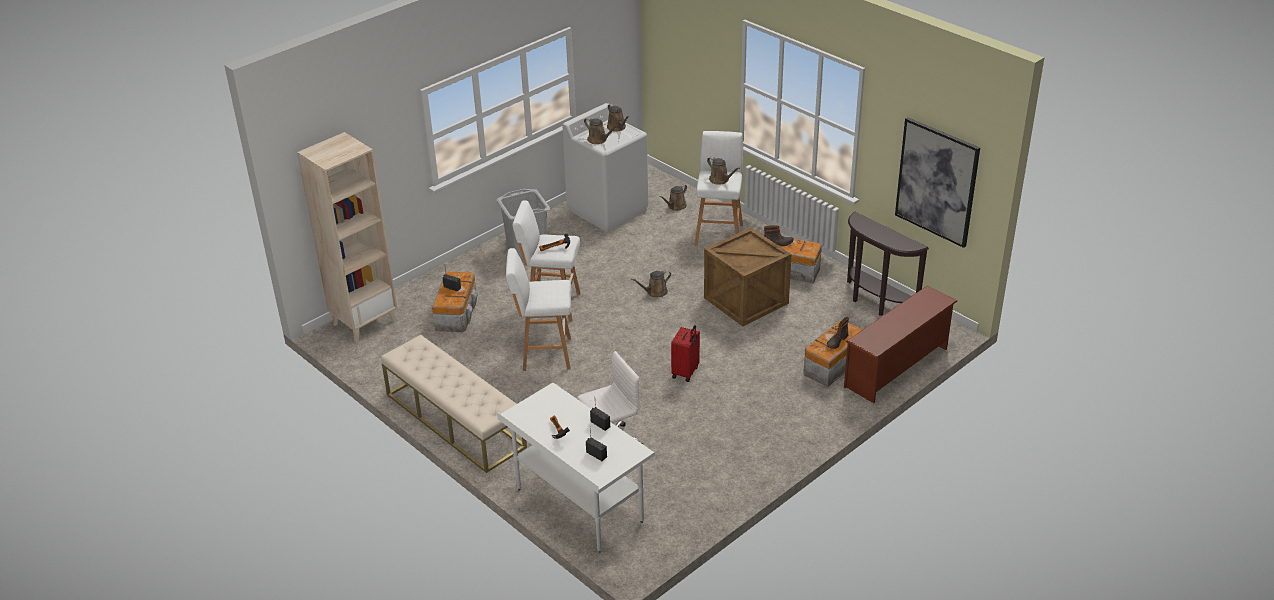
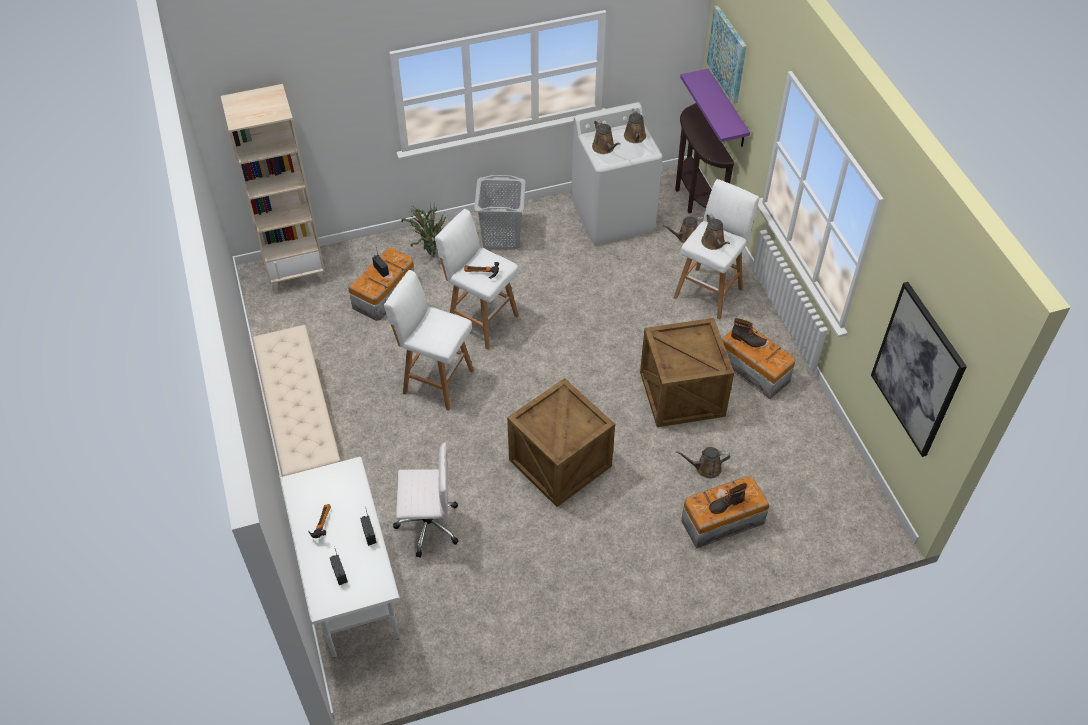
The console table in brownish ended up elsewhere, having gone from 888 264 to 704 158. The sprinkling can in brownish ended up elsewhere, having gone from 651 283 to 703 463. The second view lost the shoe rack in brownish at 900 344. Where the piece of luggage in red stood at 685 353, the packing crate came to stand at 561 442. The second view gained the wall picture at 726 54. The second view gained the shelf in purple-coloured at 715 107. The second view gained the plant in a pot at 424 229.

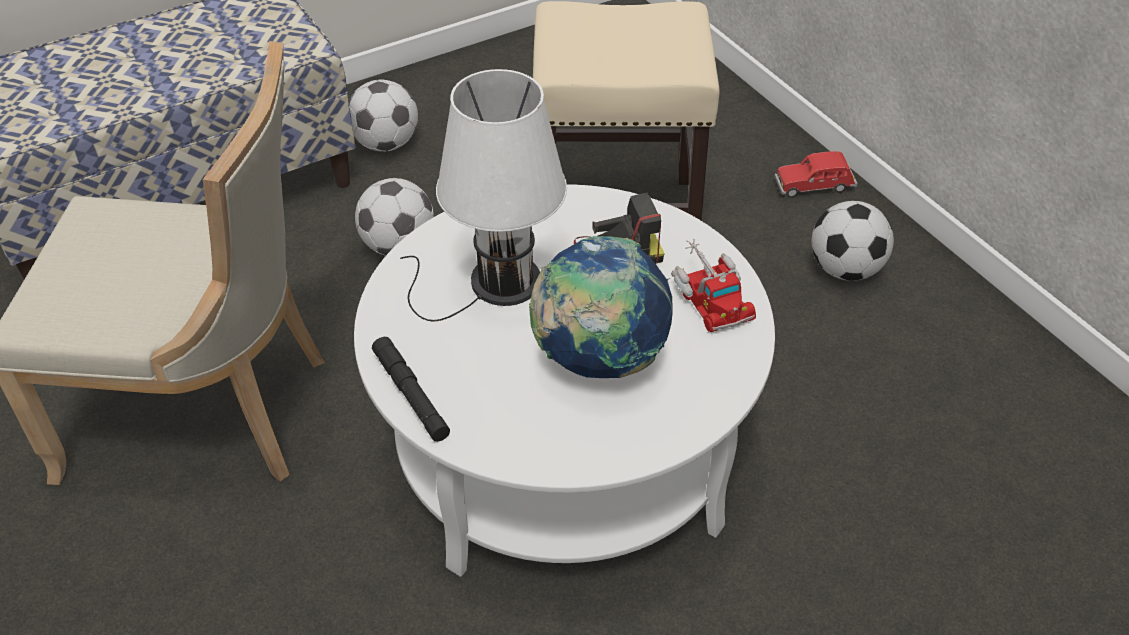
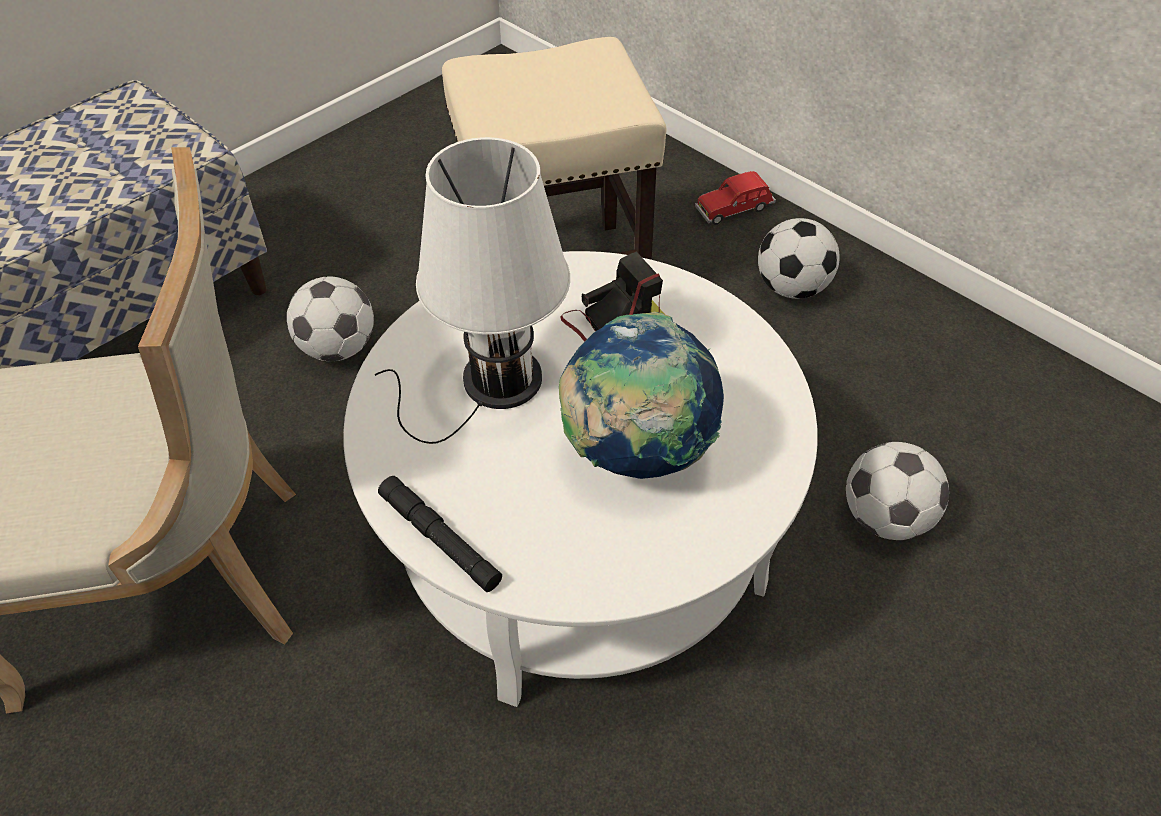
The football ball ended up elsewhere, having gone from 383 116 to 897 491. The second view lost the toy truck at 713 285.

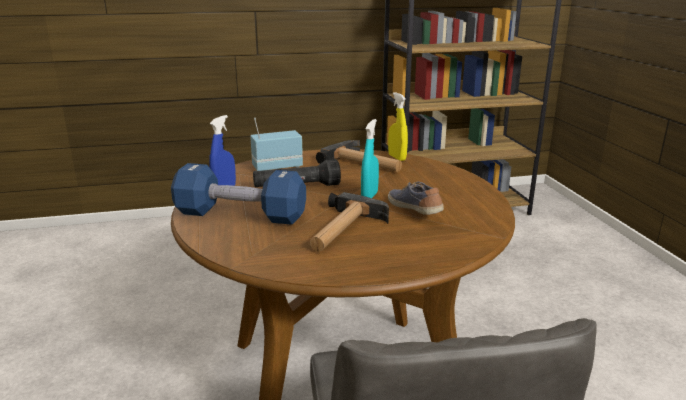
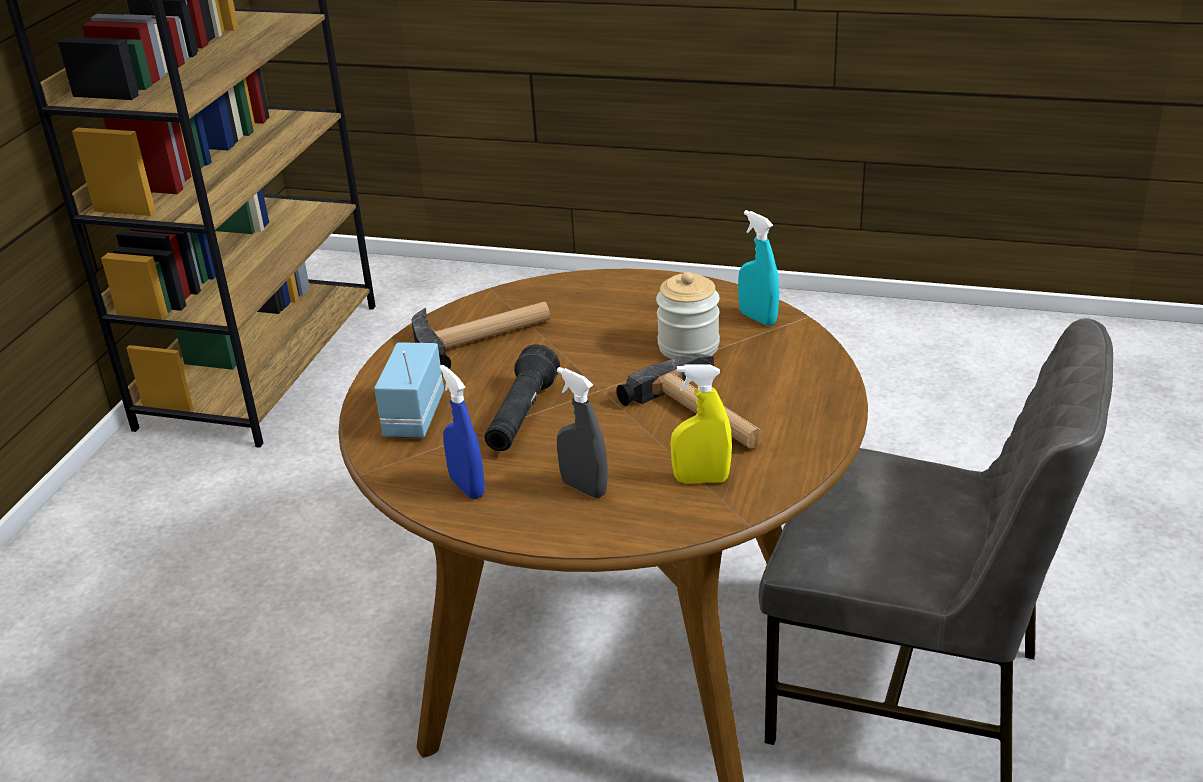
The sprayer in yellow-coloured ended up elsewhere, having gone from 398 126 to 701 423. The sprayer in blue-green ended up elsewhere, having gone from 370 158 to 758 268. Where the hand weight in blue stood at 238 194, the sprayer in gray came to stand at 582 432. Where the low shoe stood at 416 198, the preserve jar came to stand at 688 315.

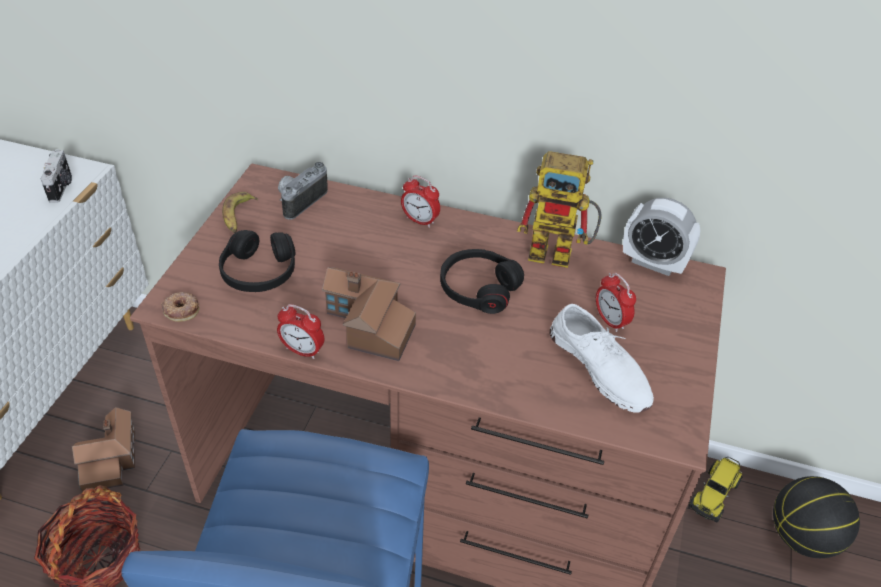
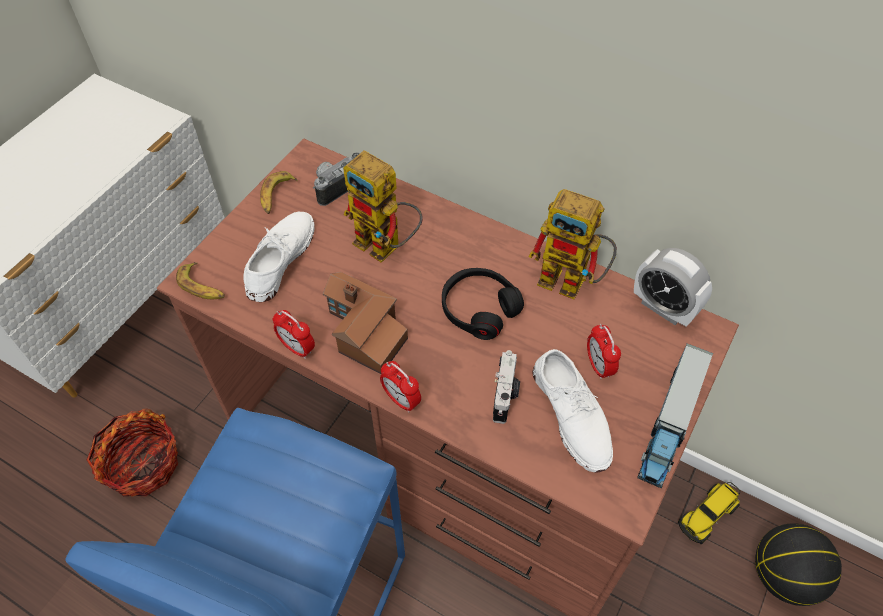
The still camera ended up elsewhere, having gone from 56 176 to 506 387. The table clock ended up elsewhere, having gone from 420 202 to 400 386. Where the headphones in black stood at 257 261, the low shoe in white-coloured came to stand at 279 257. Where the donut stood at 180 307, the whole banana came to stand at 200 280. The second view lost the miniature house at 103 449. The second view gained the robot figure at 383 206. The second view gained the toy truck at 675 416.

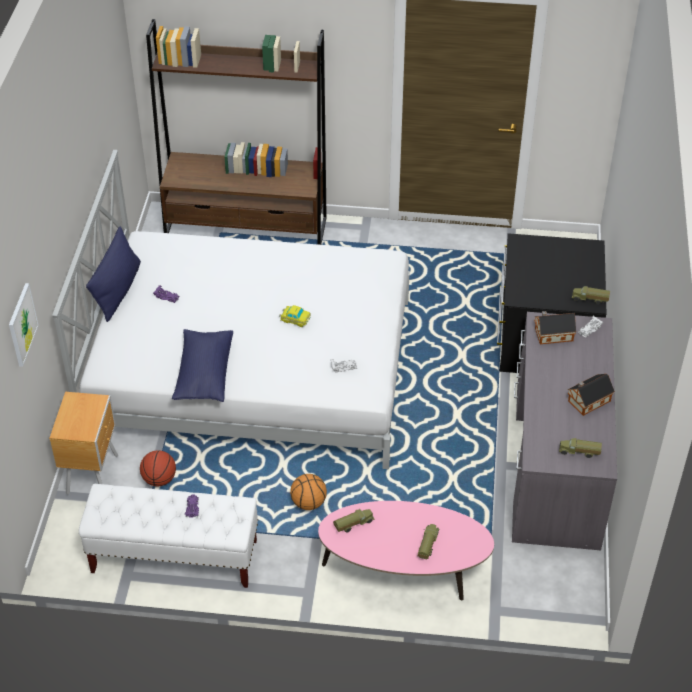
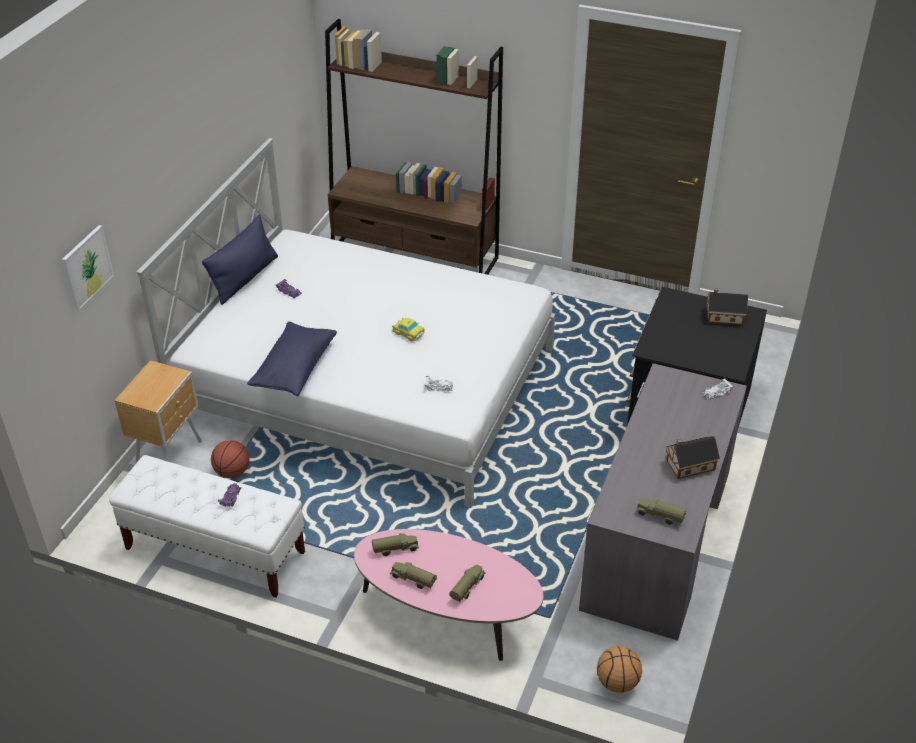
The toy truck ended up elsewhere, having gone from 591 295 to 413 575. The miniature house ended up elsewhere, having gone from 555 327 to 727 306. The basketball ended up elsewhere, having gone from 308 492 to 619 669.

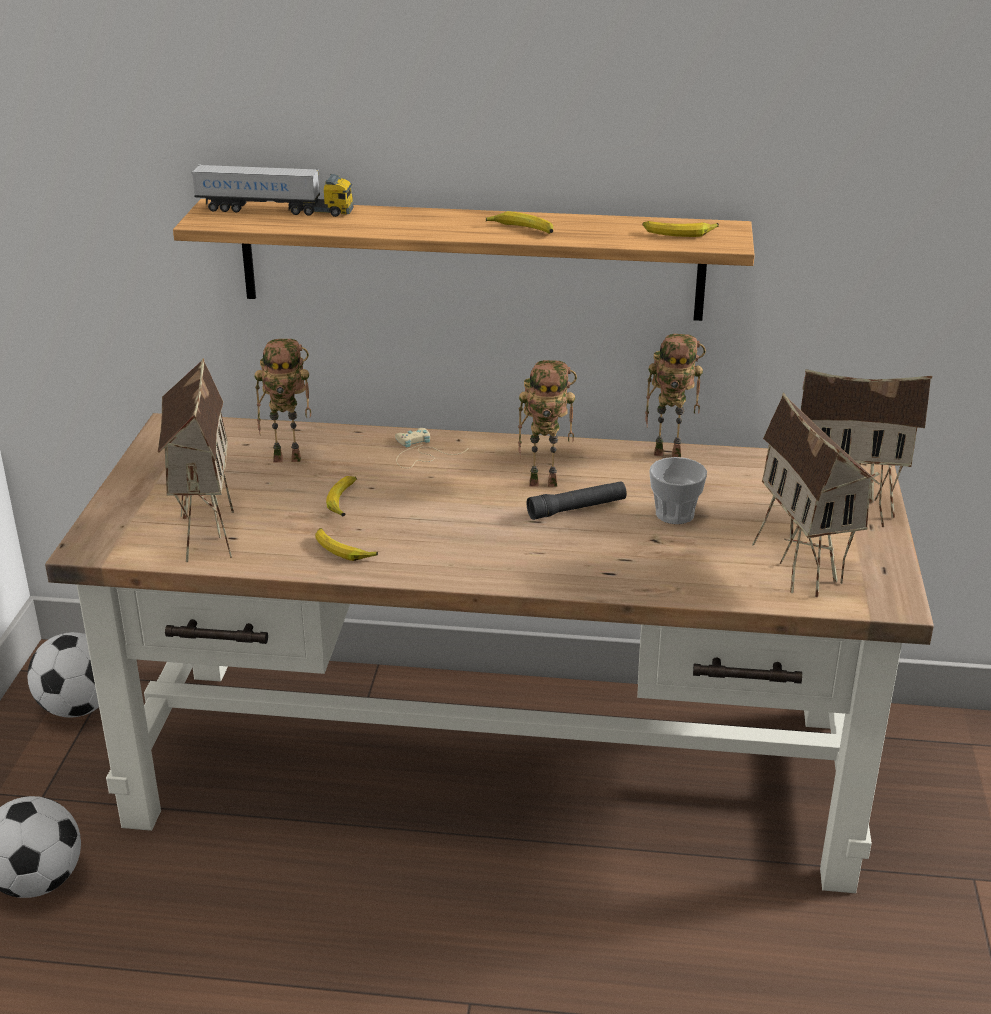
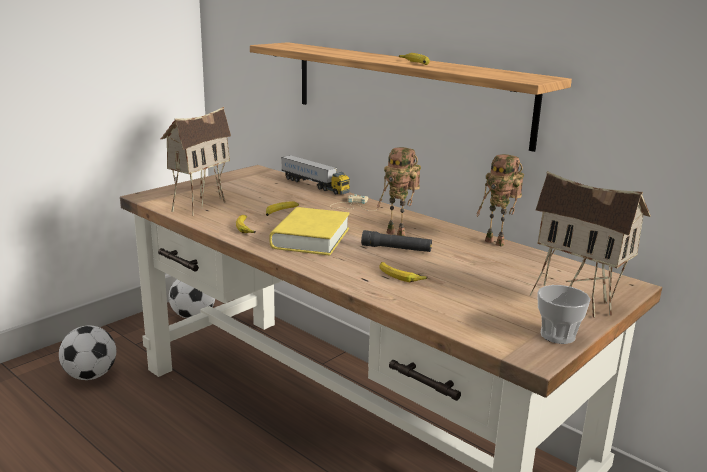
The toy truck ended up elsewhere, having gone from 272 190 to 315 174. The whole banana ended up elsewhere, having gone from 681 229 to 403 272. The second view lost the robot figure at 283 401. The second view lost the miniature house at 816 495. The cup ended up elsewhere, having gone from 678 490 to 563 314. The second view gained the volume in yellow-coloured at 309 231.

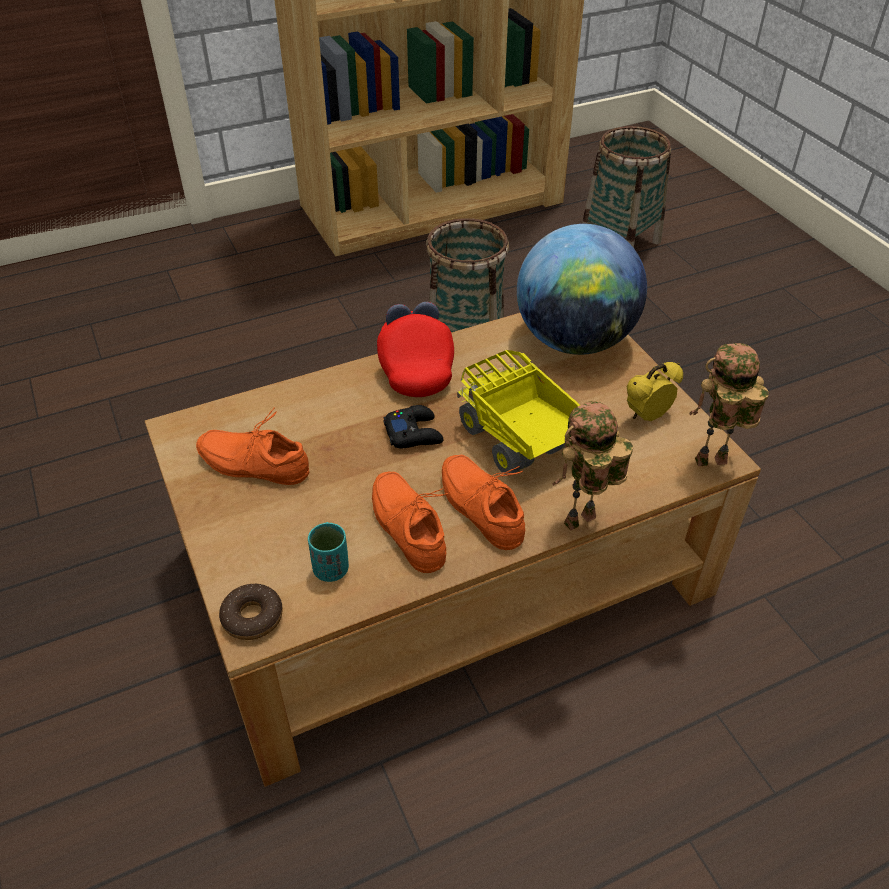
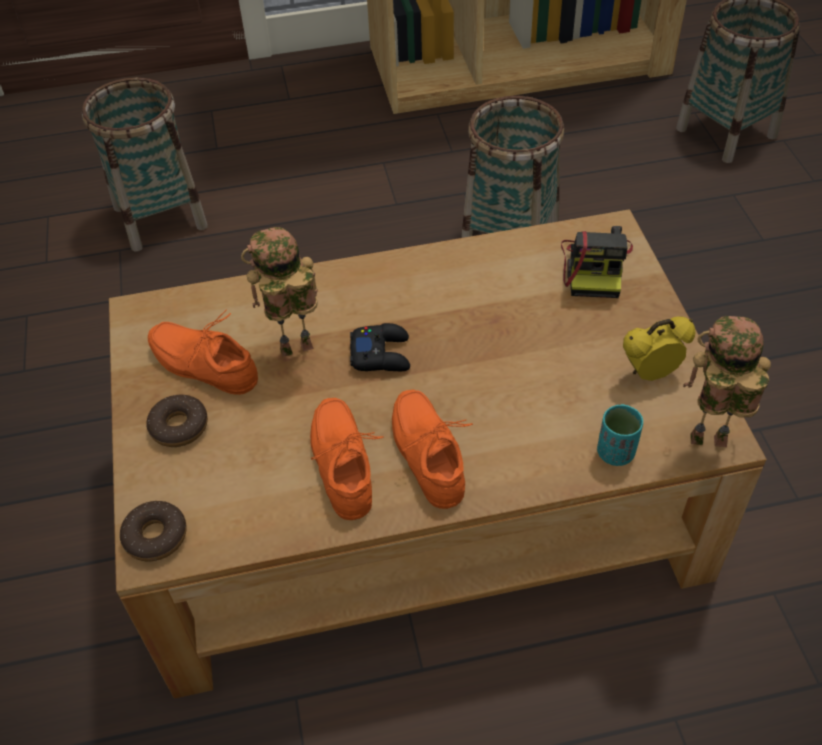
Where the world globe stood at 582 289, the still camera came to stand at 597 262. The second view lost the baseball cap in red at 415 349. The second view lost the toy truck at 518 413. The robot figure ended up elsewhere, having gone from 592 466 to 279 292. The cup in blue-green ended up elsewhere, having gone from 328 552 to 620 435. The second view gained the storage basket at 145 164. The second view gained the donut at 177 421.

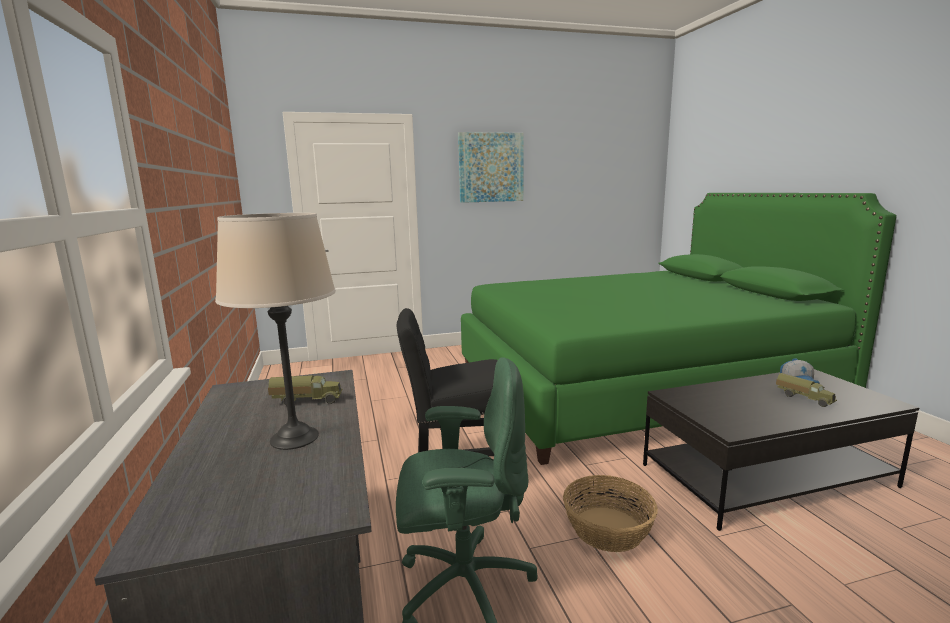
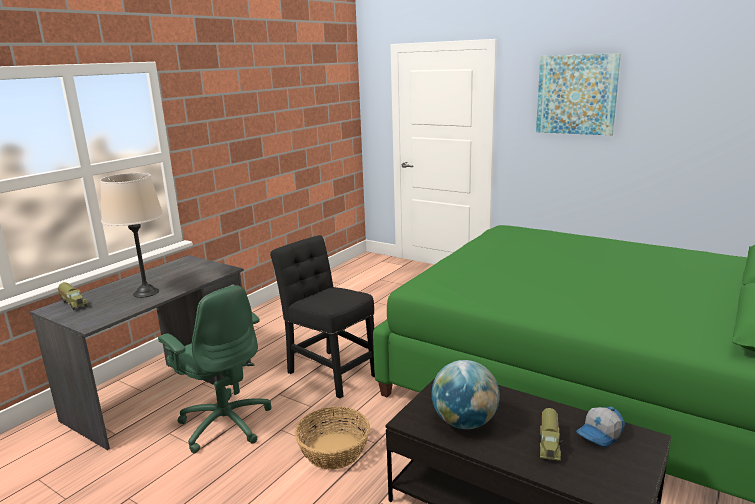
The toy truck ended up elsewhere, having gone from 305 390 to 73 296. The second view gained the world globe at 465 394.

